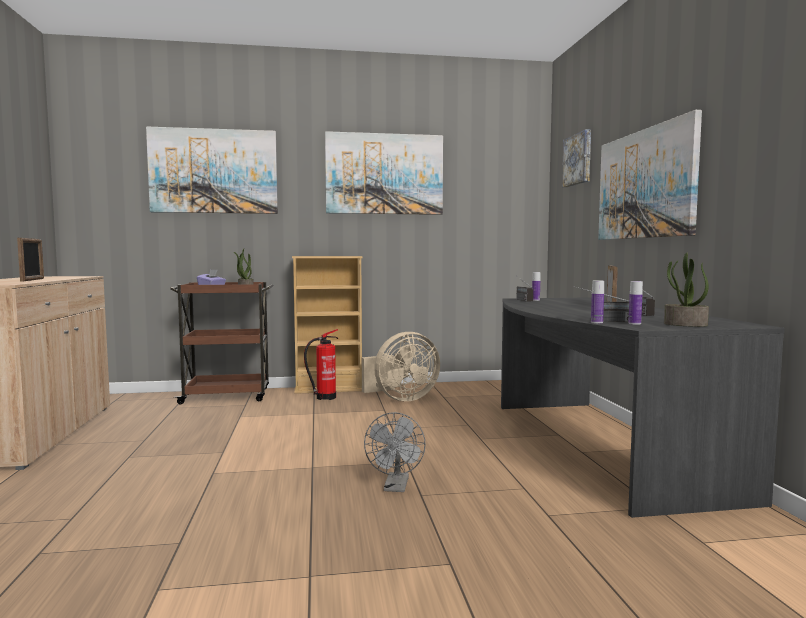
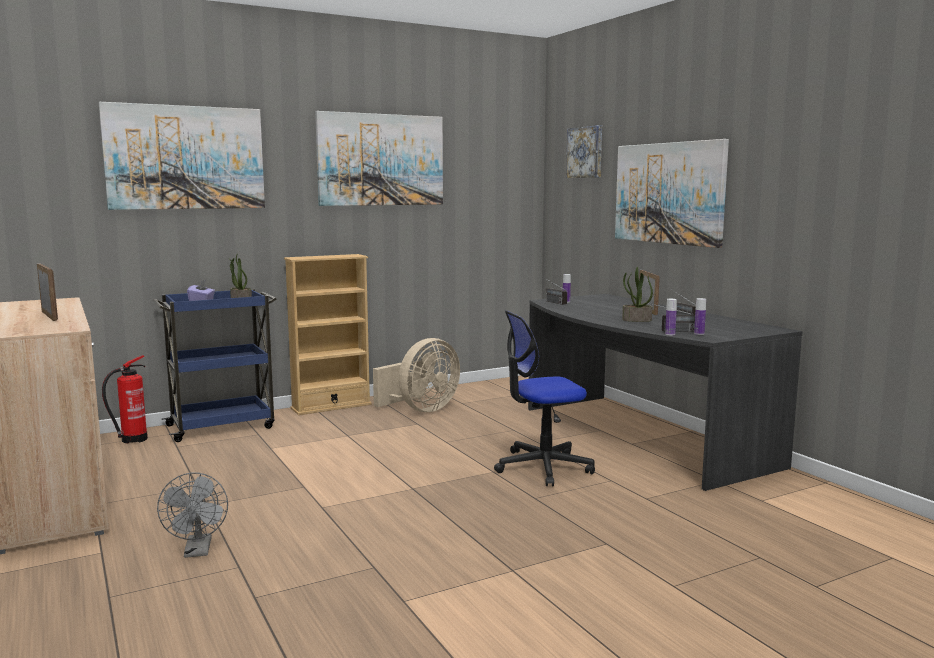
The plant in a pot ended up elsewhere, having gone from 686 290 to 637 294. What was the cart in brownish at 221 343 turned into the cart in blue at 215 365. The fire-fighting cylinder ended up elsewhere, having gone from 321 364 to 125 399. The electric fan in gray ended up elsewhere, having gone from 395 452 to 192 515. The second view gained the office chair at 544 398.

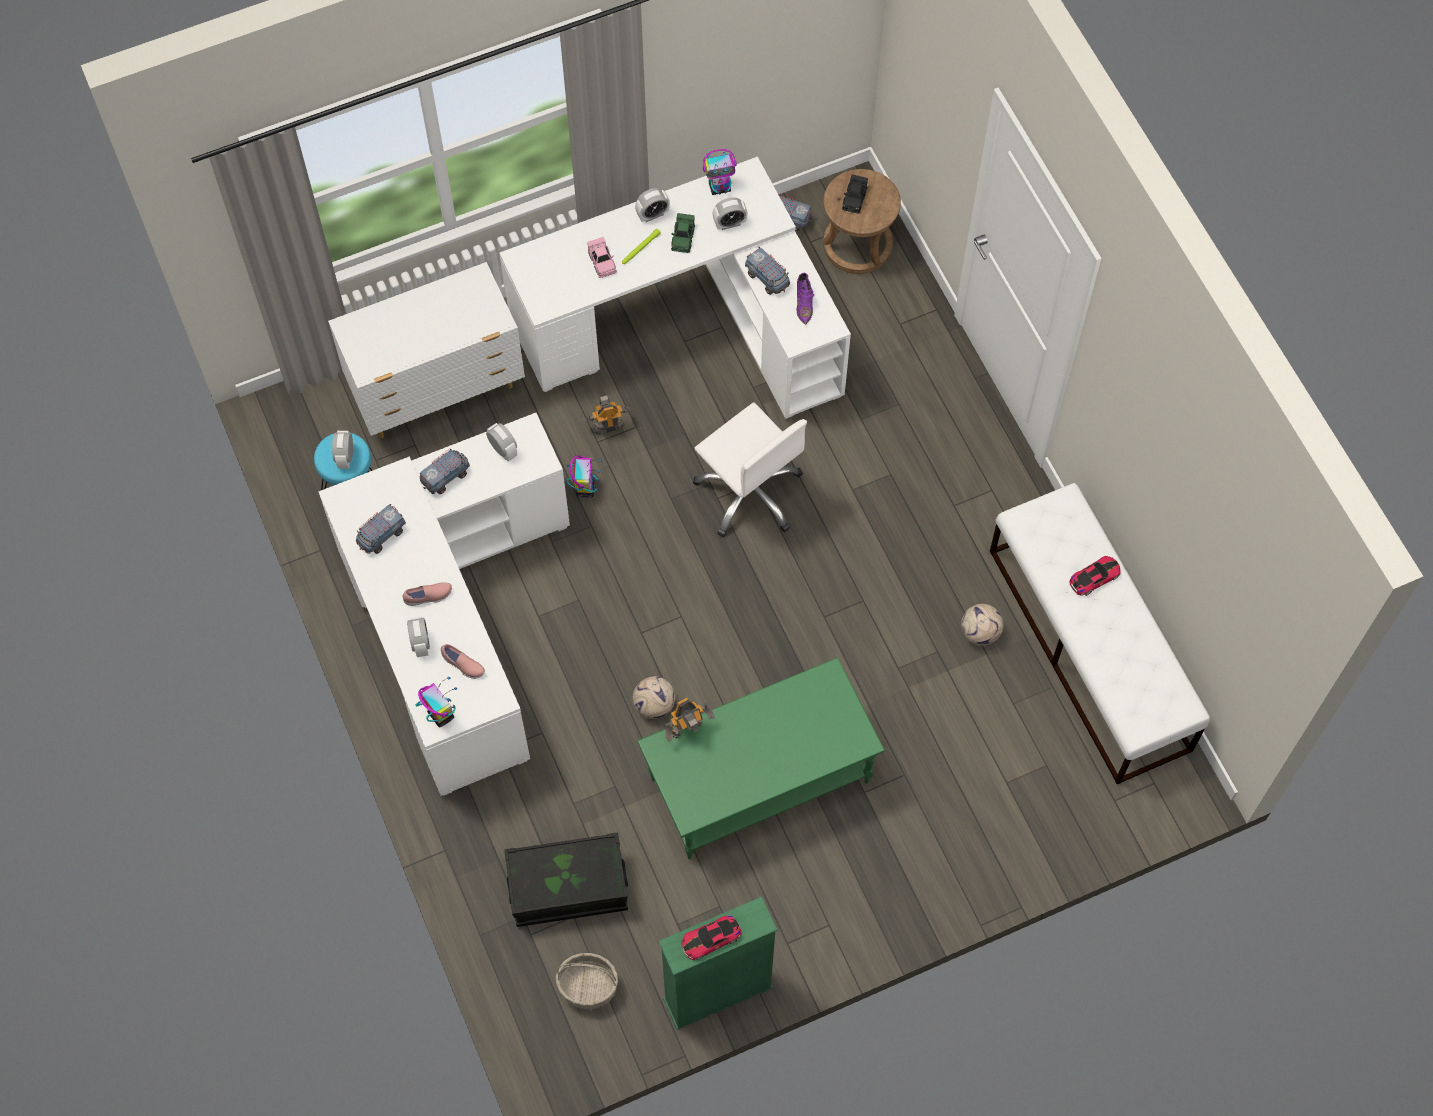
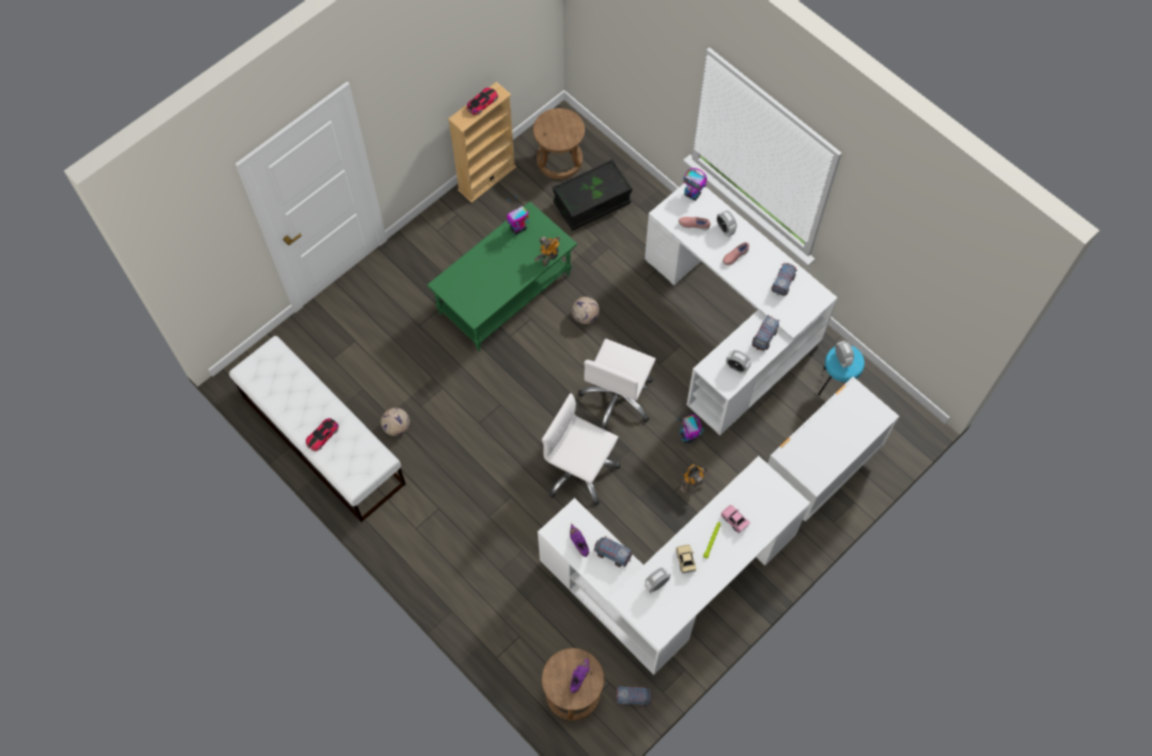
The robot figure ended up elsewhere, having gone from 720 172 to 518 215. Where the toy car in black stood at 855 193, the low shoe in purple-coloured came to stand at 579 675. The second view lost the table clock at 652 205. What was the toy car in greenish at 683 233 turned into the toy car in sand-coloured at 686 559. What was the shelving unit in greenish at 717 963 turned into the shelving unit in sand-coloured at 482 142. Where the storage basket stood at 587 981, the sitting stool in brownish came to stand at 559 143. The second view gained the office chair in white-coloured at 617 384.

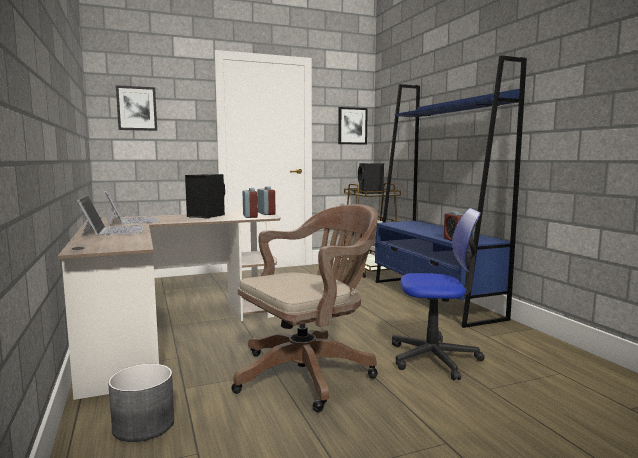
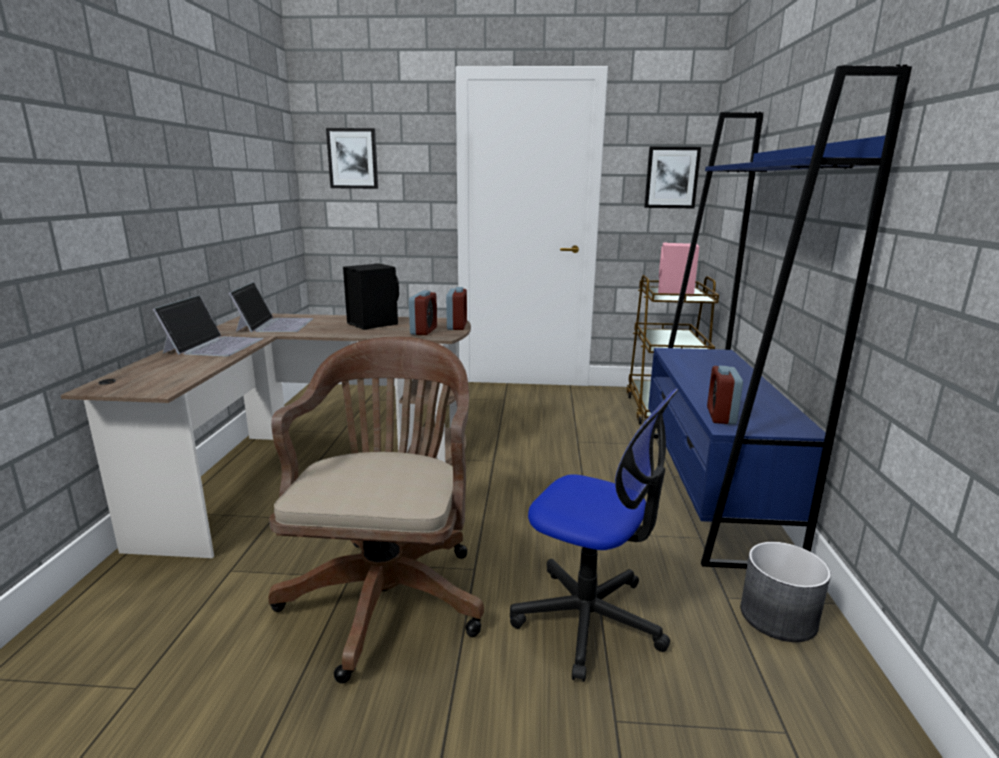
What was the speaker in black at 371 178 turned into the speaker in pink at 678 268. The office chair in brownish at 304 308 ended up facing another way, 75 degrees counterclockwise from before. The flower pot in gray ended up elsewhere, having gone from 141 403 to 785 592.

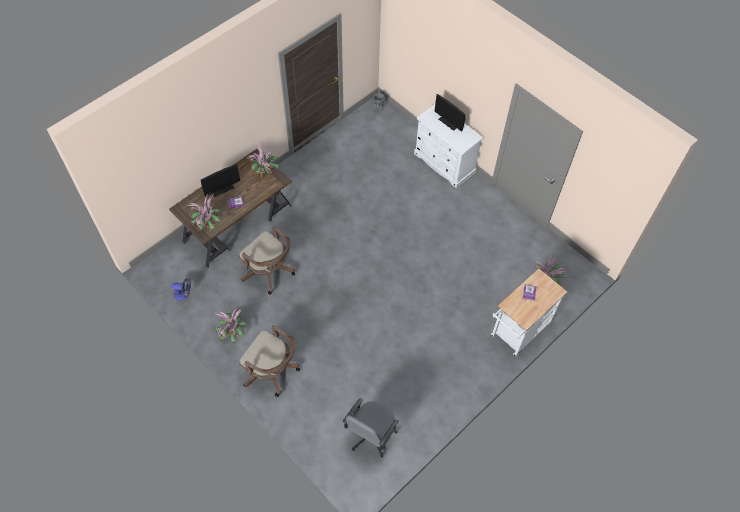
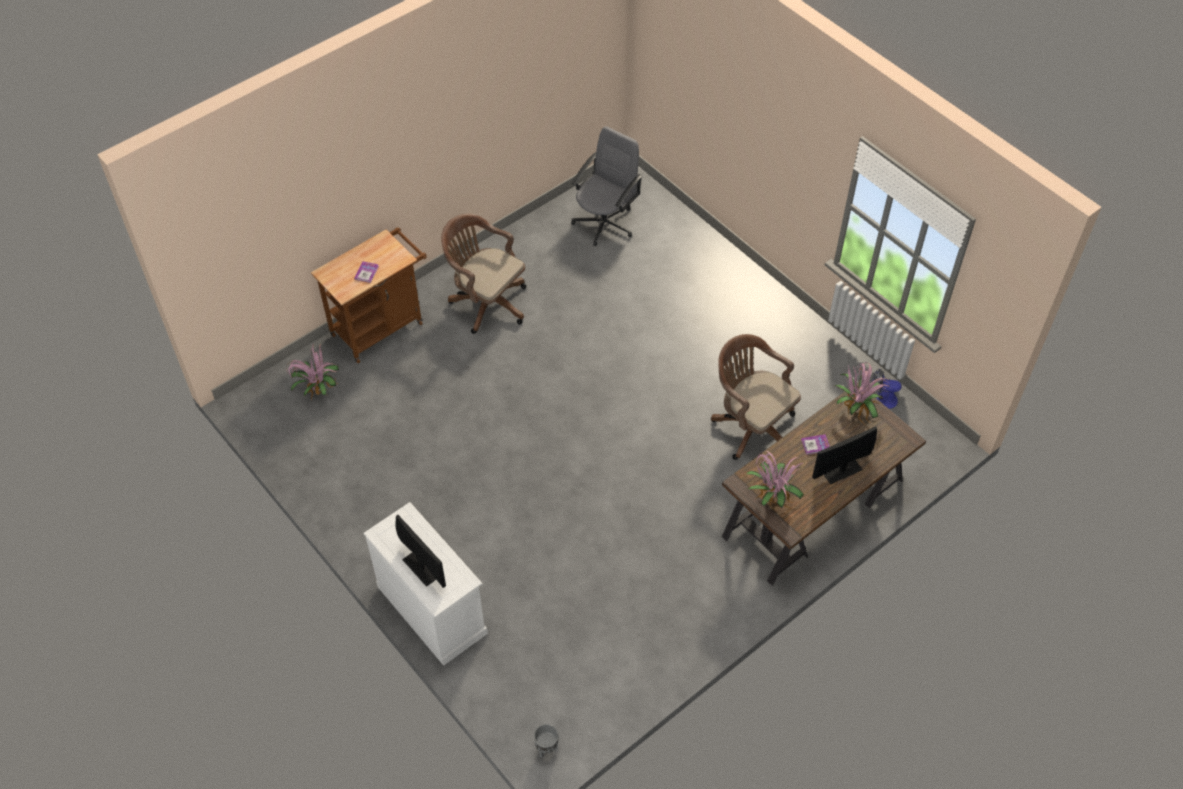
What was the cart in white-coloured at 529 312 turned into the cart in brownish at 369 295. The second view lost the plant in a pot at 230 324. The office chair in brownish ended up elsewhere, having gone from 269 361 to 483 273.

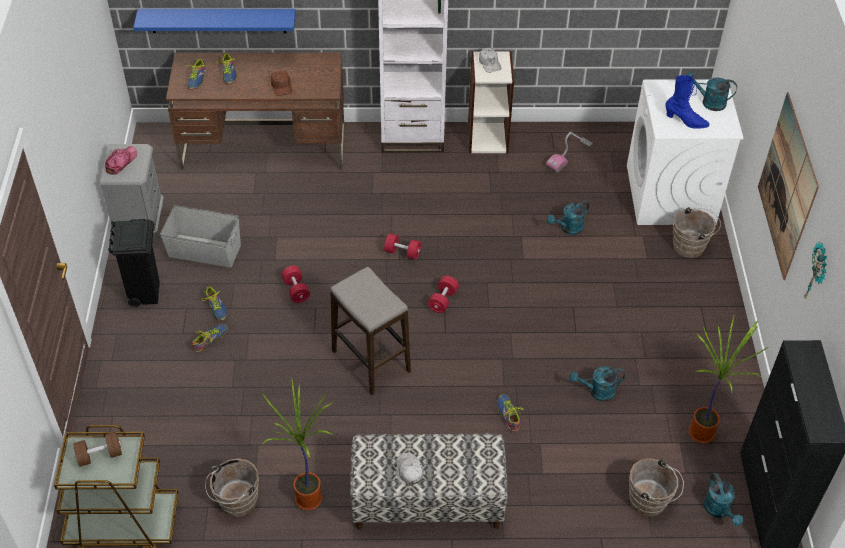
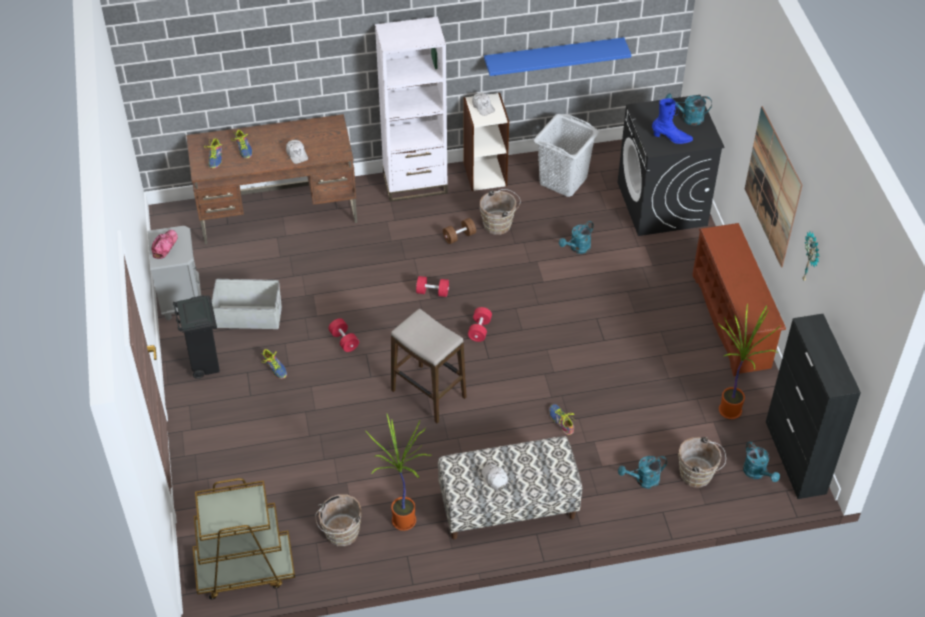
The shelf in blue ended up elsewhere, having gone from 214 21 to 557 56. What was the baseball cap in brownish at 281 83 turned into the baseball cap in white-coloured at 297 152. What was the laundry appliance in white-coloured at 685 152 turned into the laundry appliance in black at 671 165. Where the hoover stood at 569 152, the washing basket in gray came to stand at 566 155. The bucket in brownish ended up elsewhere, having gone from 697 232 to 500 212. The second view lost the low shoe at 210 338. The sprinkling can in blue-green ended up elsewhere, having gone from 597 383 to 642 472. The hand weight in brownish ended up elsewhere, having gone from 97 449 to 459 231. The second view gained the shoe rack in brownish at 739 299.

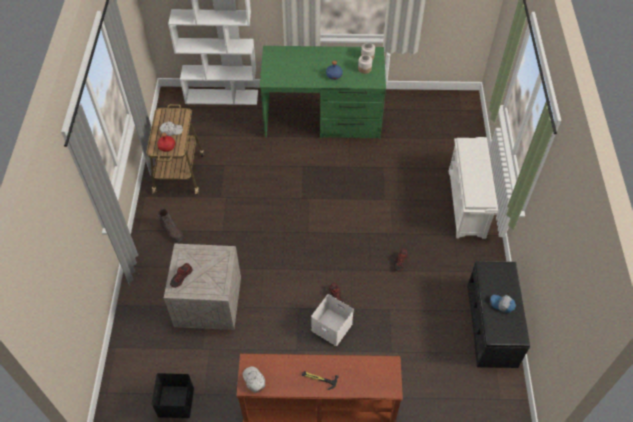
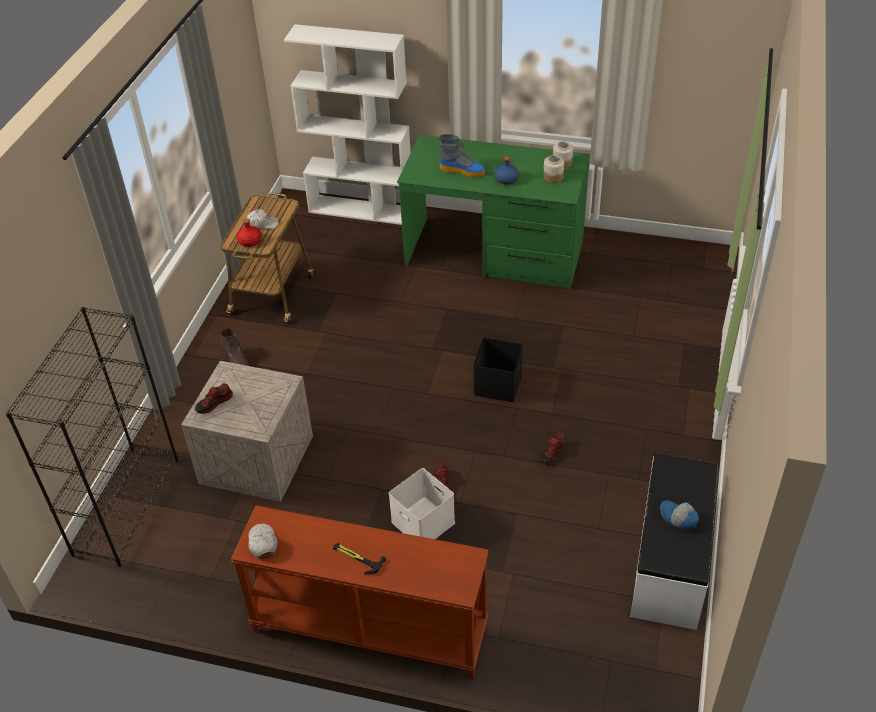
The second view lost the shoe rack in white-coloured at 473 188. What was the indoor bench in black at 498 314 turned into the indoor bench in white-coloured at 674 541. The storage box in black ended up elsewhere, having gone from 172 395 to 498 370. The second view gained the tall boot at 462 156. The second view gained the shelving unit in black at 92 437.

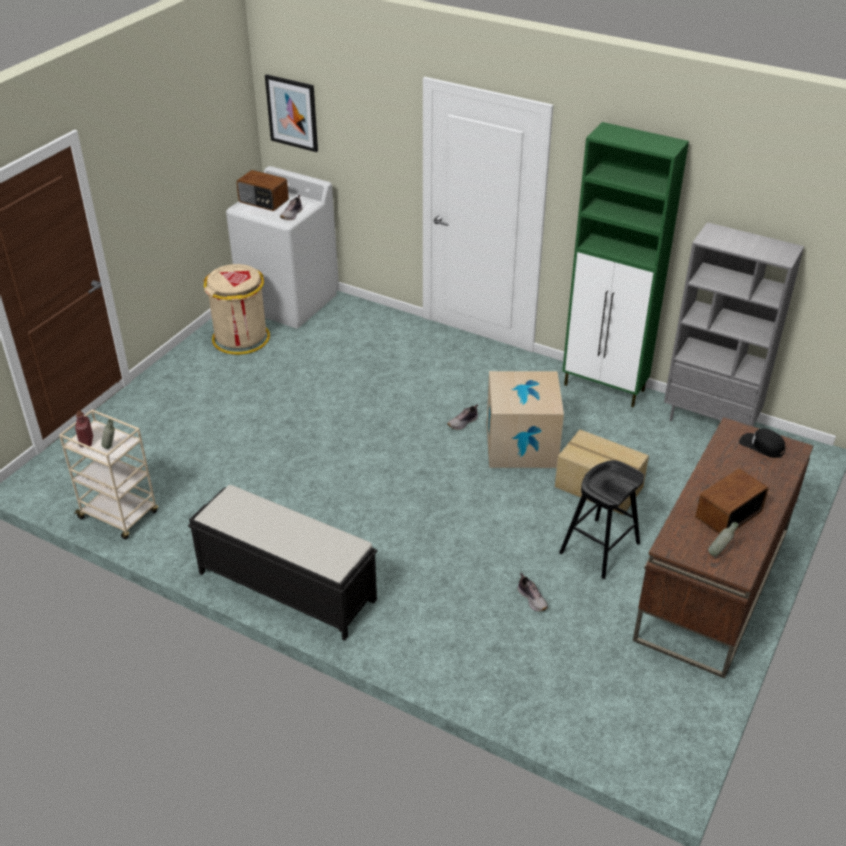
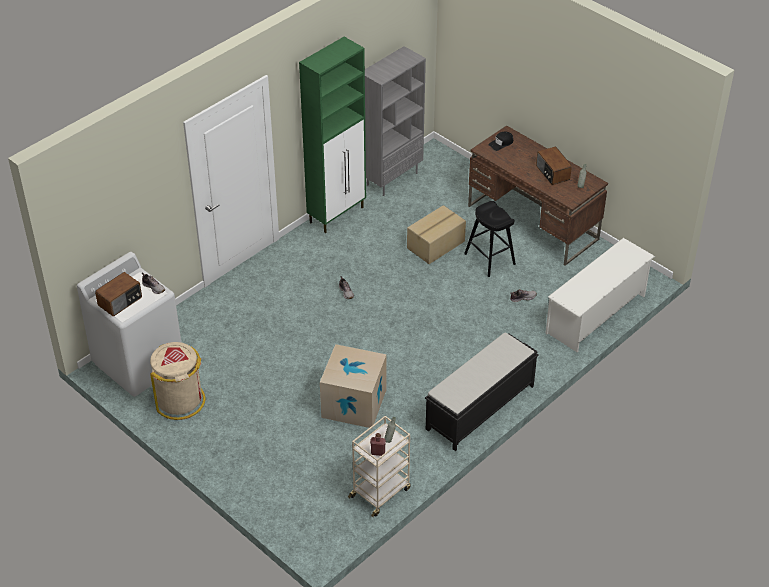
The second view lost the wall picture at 291 113. The cardboard box ended up elsewhere, having gone from 525 419 to 353 386. The second view gained the shoe rack in white-coloured at 600 295.

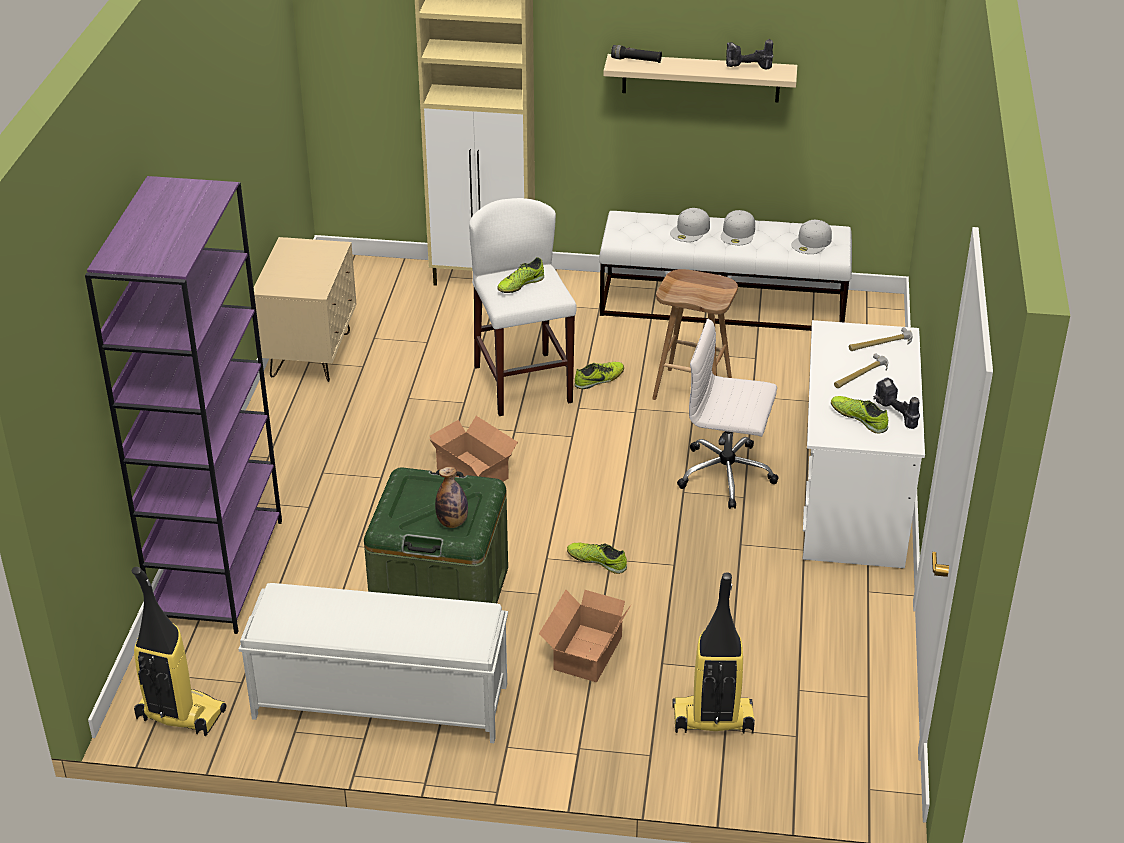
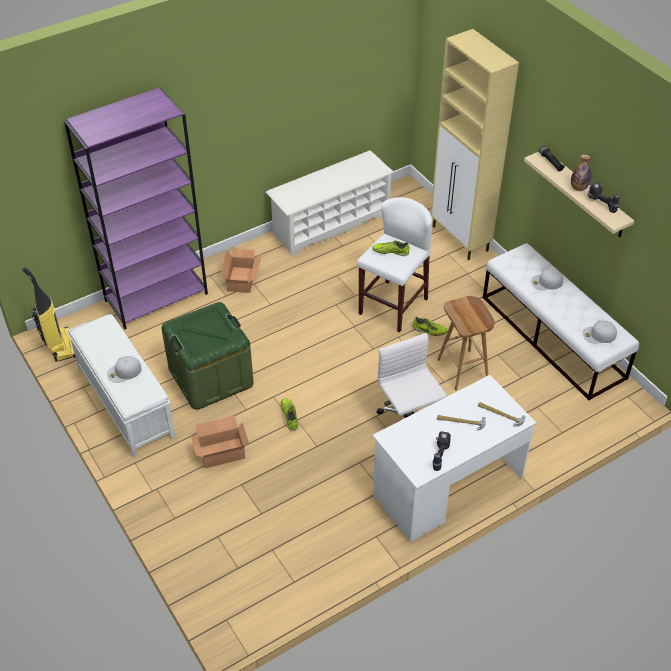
The baseball cap in white-coloured ended up elsewhere, having gone from 738 227 to 124 369. Where the night table in sand-coloured stood at 304 309, the shoe rack in white-coloured came to stand at 330 203. The second view lost the low shoe at 859 415. The cardboard box ended up elsewhere, having gone from 474 449 to 241 271. The drink bottle ended up elsewhere, having gone from 451 497 to 581 173. The second view lost the hoover at 713 653.

